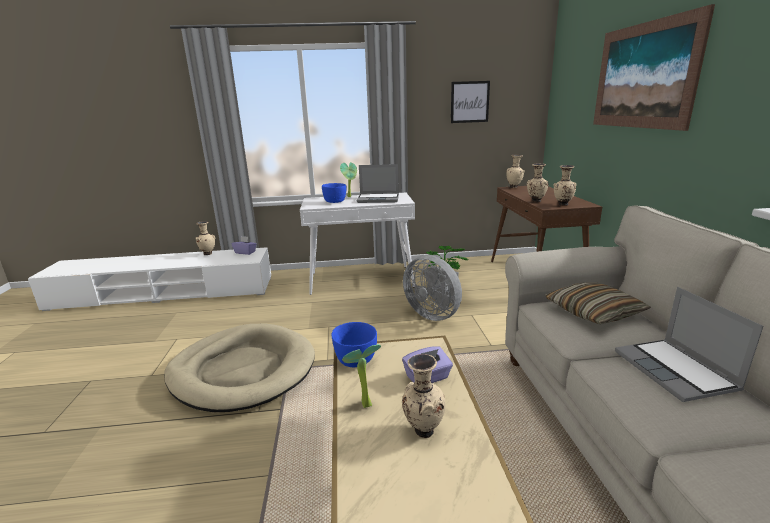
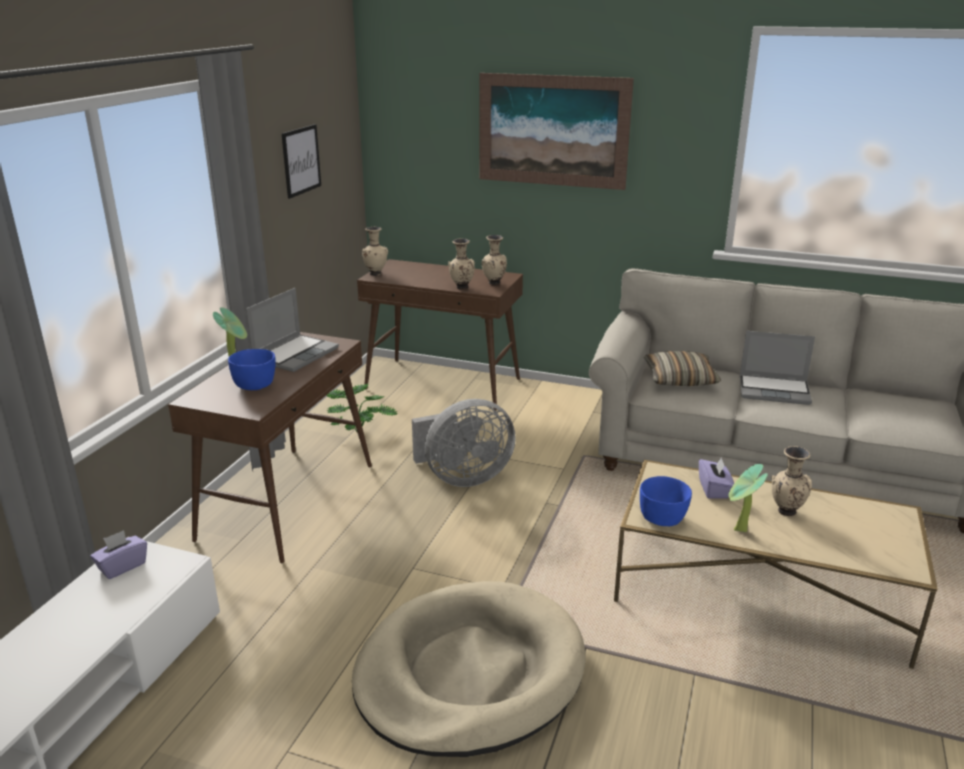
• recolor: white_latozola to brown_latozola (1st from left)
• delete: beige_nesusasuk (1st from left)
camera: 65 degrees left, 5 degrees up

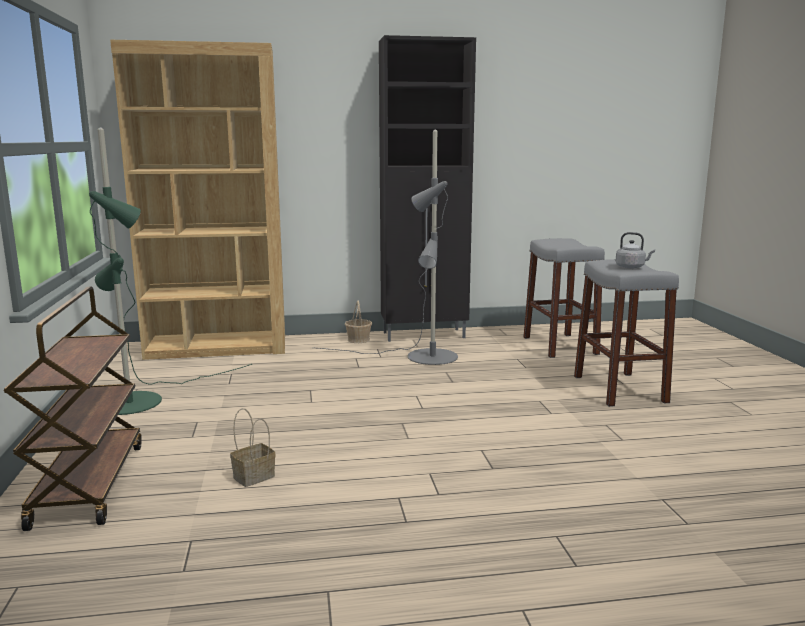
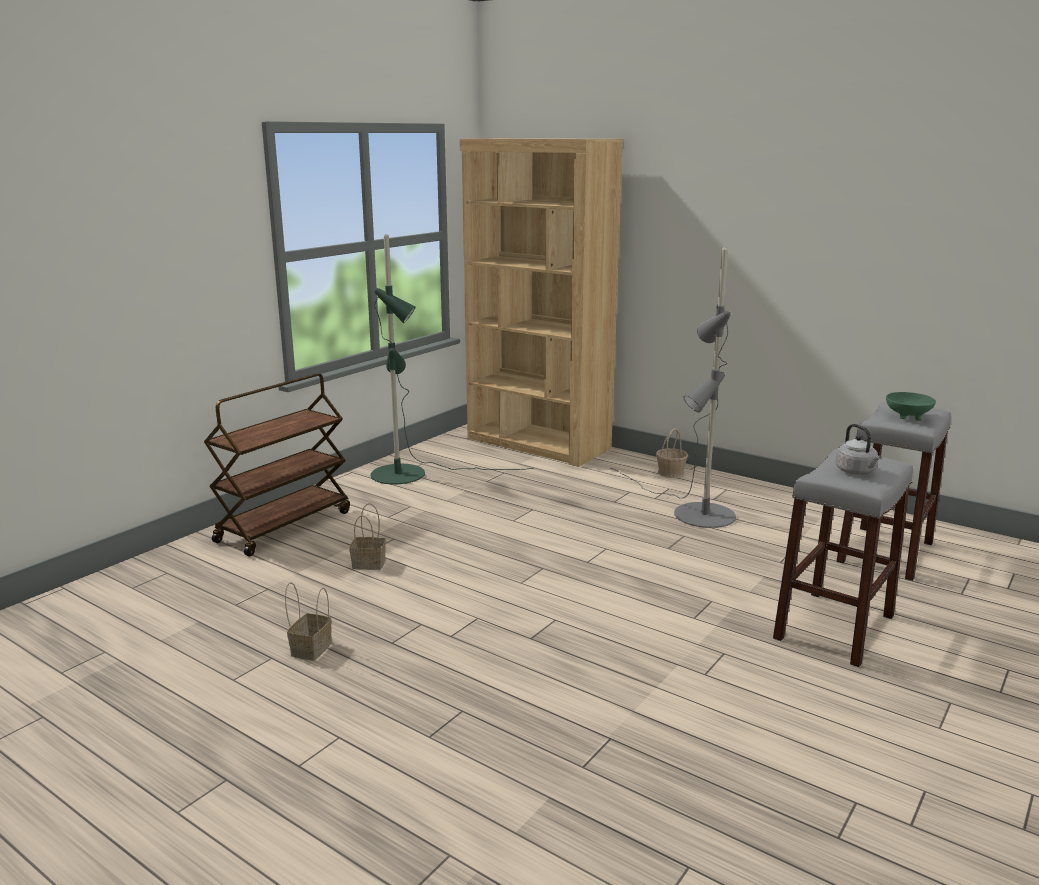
• delete: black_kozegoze
• insert: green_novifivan
• insert: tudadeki (1st from left)
camera: 45 degrees right, 5 degrees up

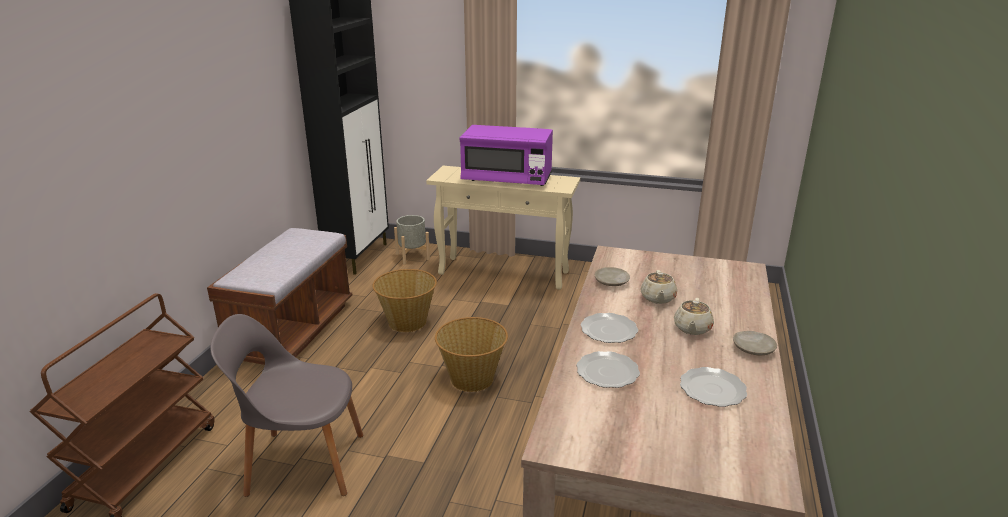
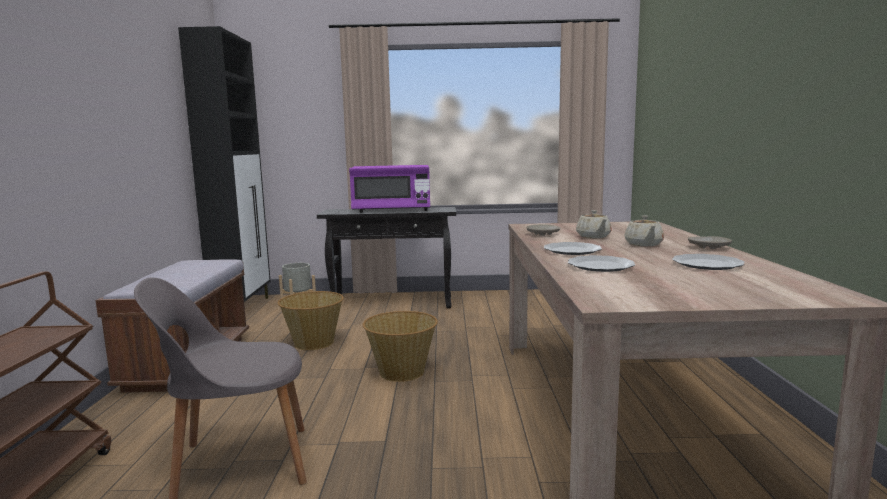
• recolor: beige_latozola to black_latozola
camera: 15 degrees left, 15 degrees down

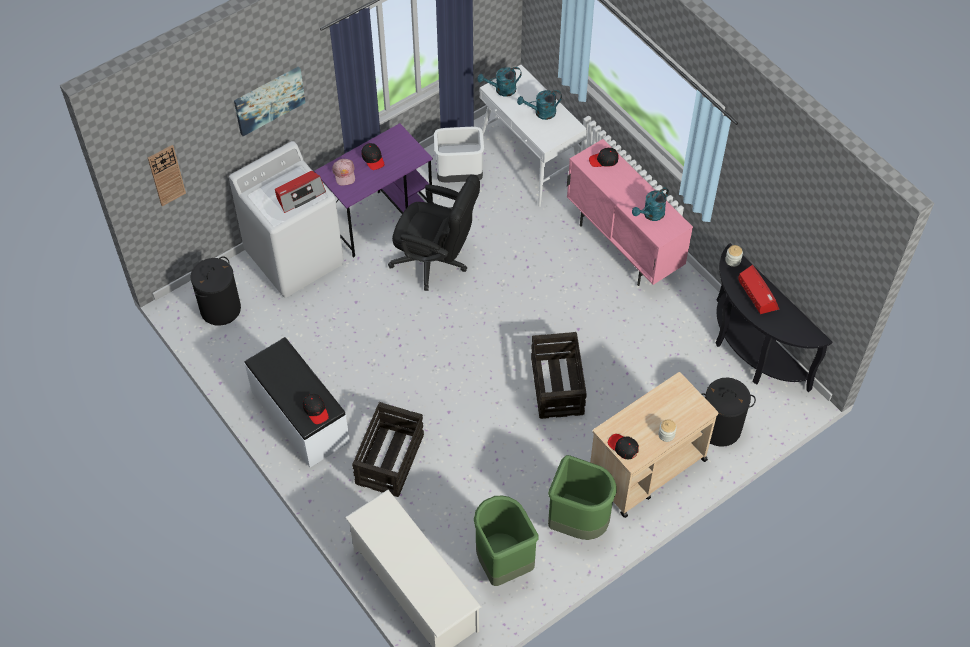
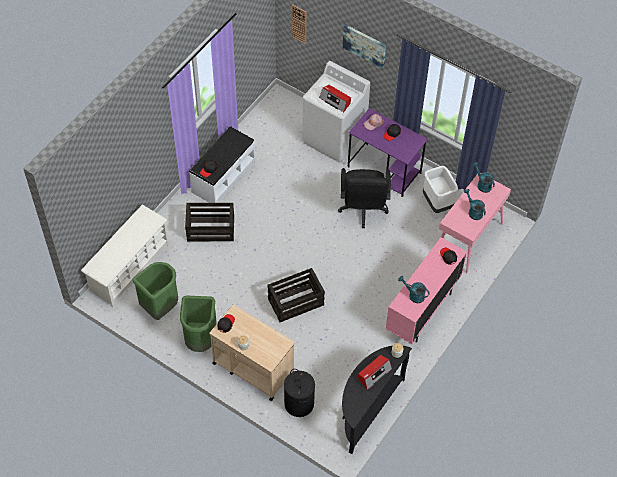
• recolor: white_latozola to pink_latozola
• delete: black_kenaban (1st from left)
camera: 70 degrees right, 0 degrees up

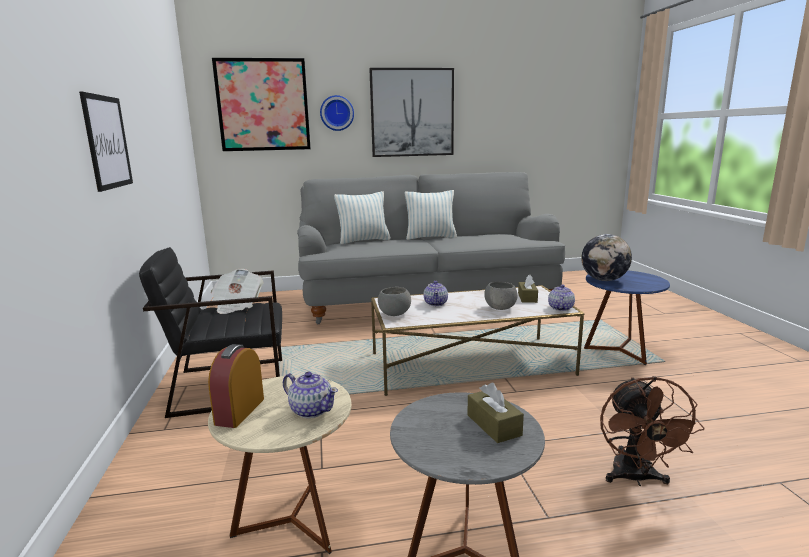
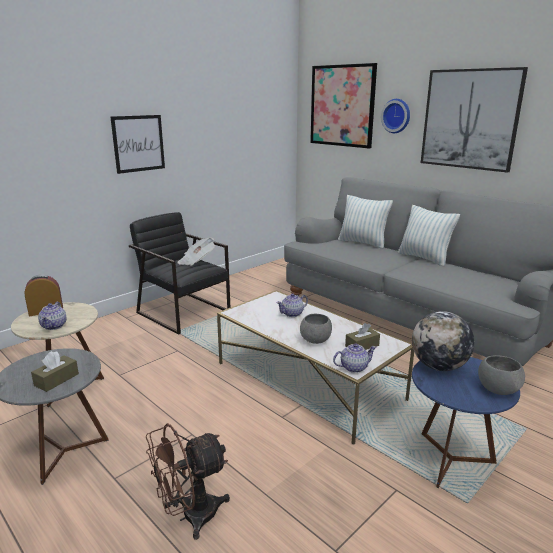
• move: grey_novifivan (1st from left in the first image) to grey_novifivan (2nd from left)
camera: 55 degrees right, 5 degrees up

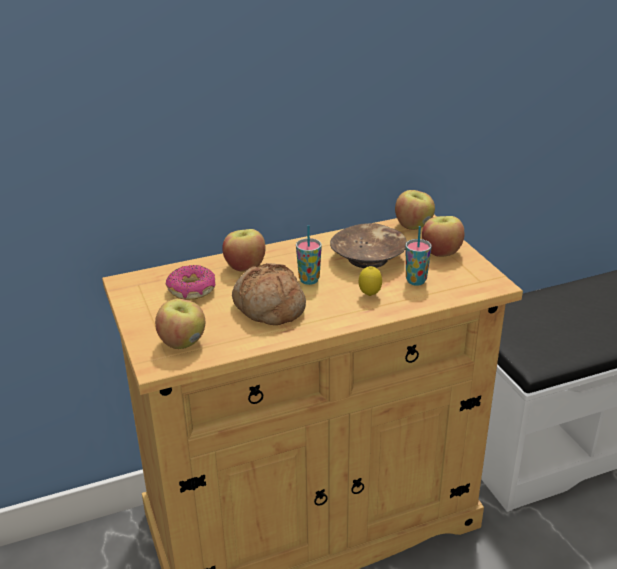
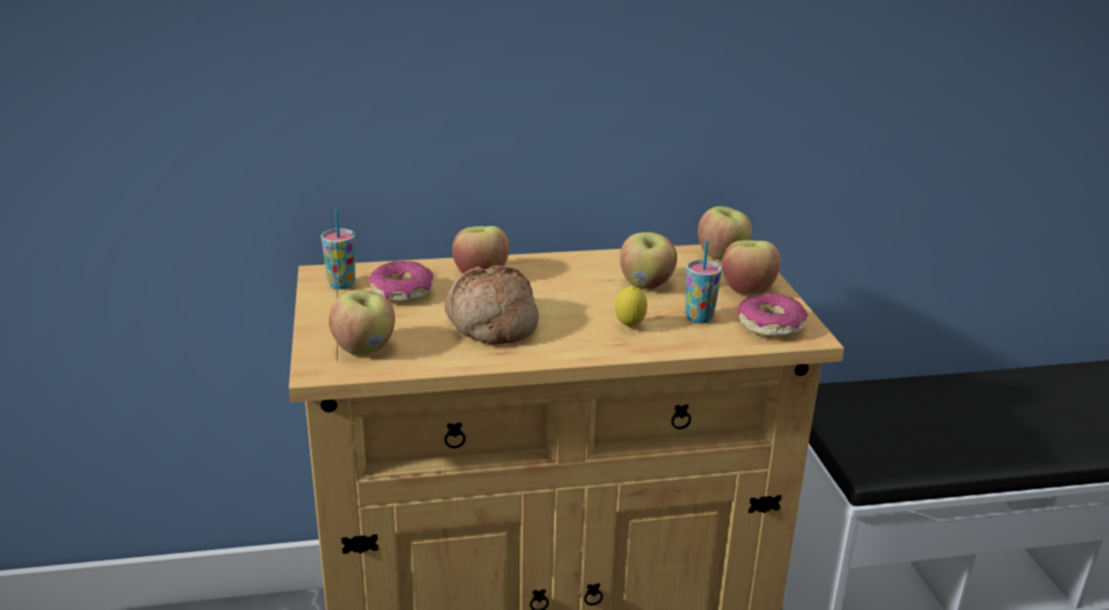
• replace: brown_novifivan to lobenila (3rd from left)
• move: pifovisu (1st from left)
• insert: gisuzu (2nd from left)
camera: 10 degrees right, 5 degrees down

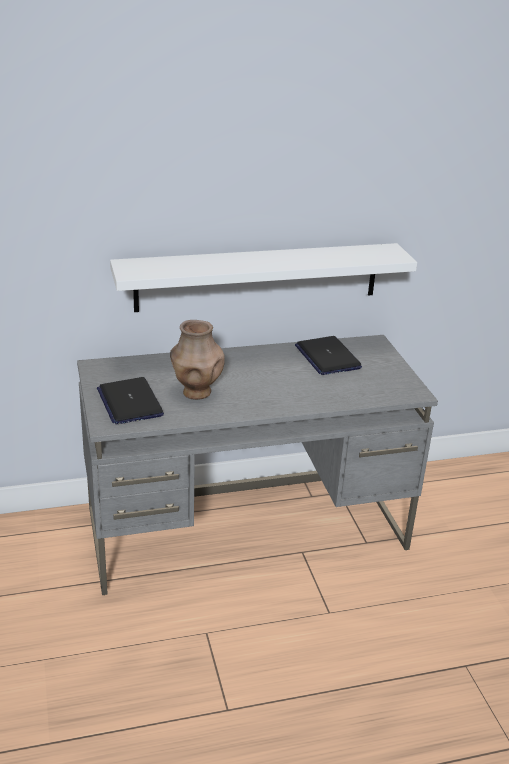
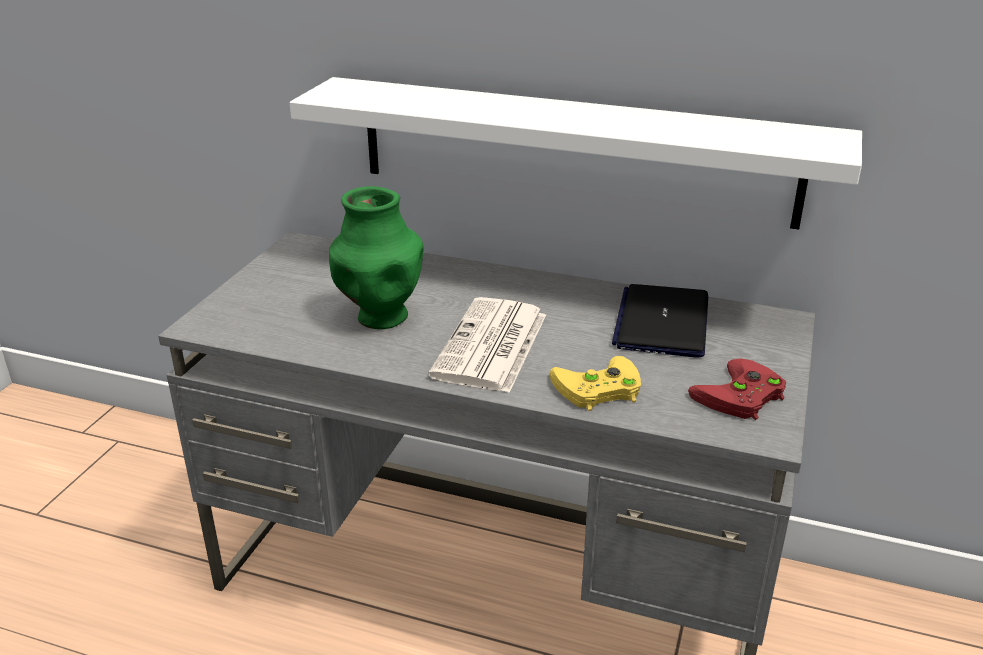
• recolor: brown_nesusasuk to green_nesusasuk
• delete: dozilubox (1st from left)
• insert: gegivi
• insert: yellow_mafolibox
• insert: red_mafolibox
camera: 35 degrees right, 0 degrees up

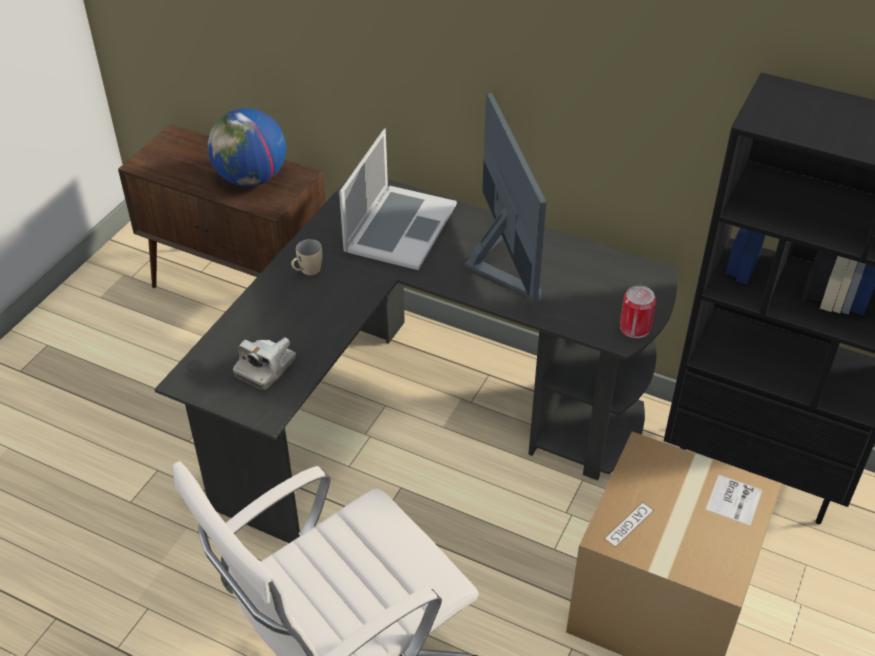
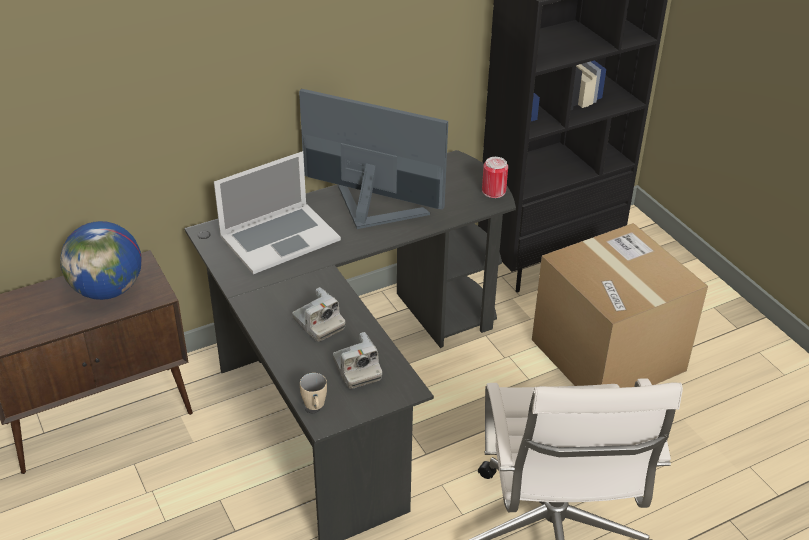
• rotate: dozilubox 90 degrees clockwise
• move: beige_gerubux
• insert: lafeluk (1st from left)
camera: 55 degrees left, 5 degrees down

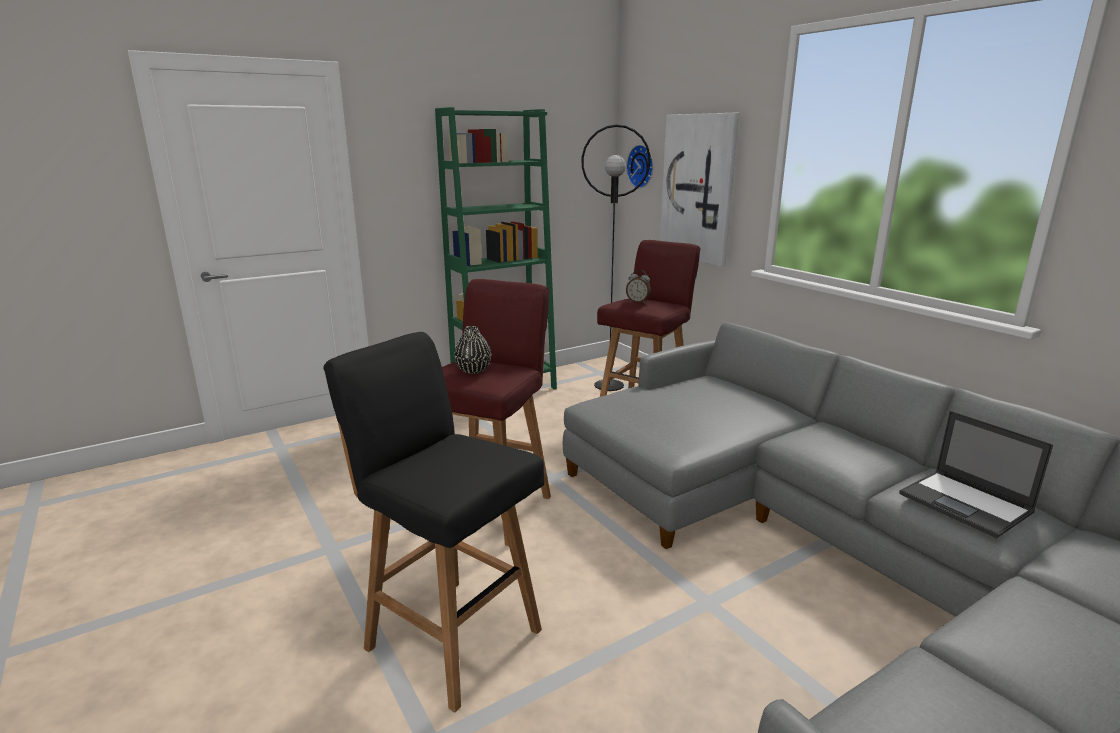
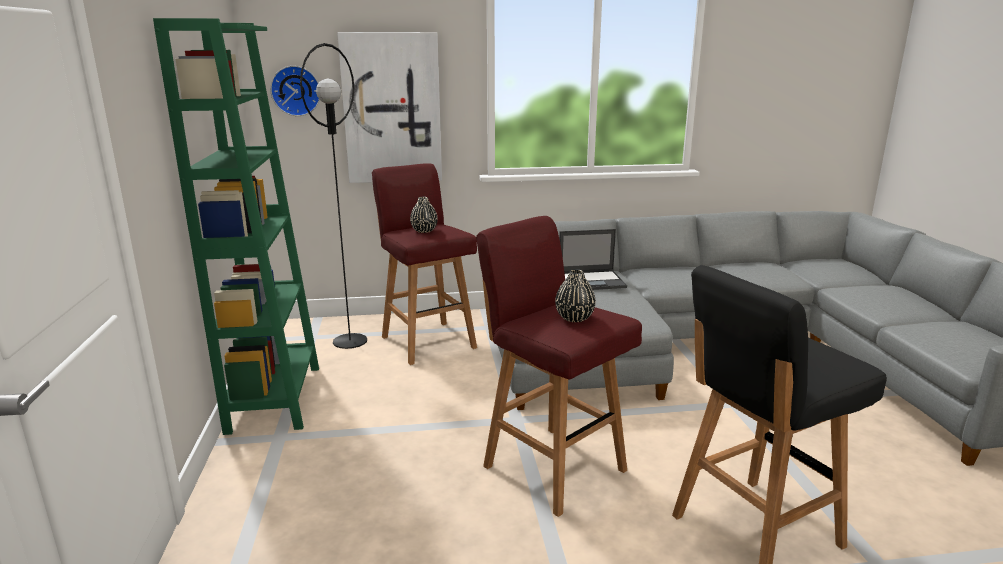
• replace: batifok to black_nesusasuk (1st from left)
• move: dozilubox
camera: 65 degrees left, 0 degrees up

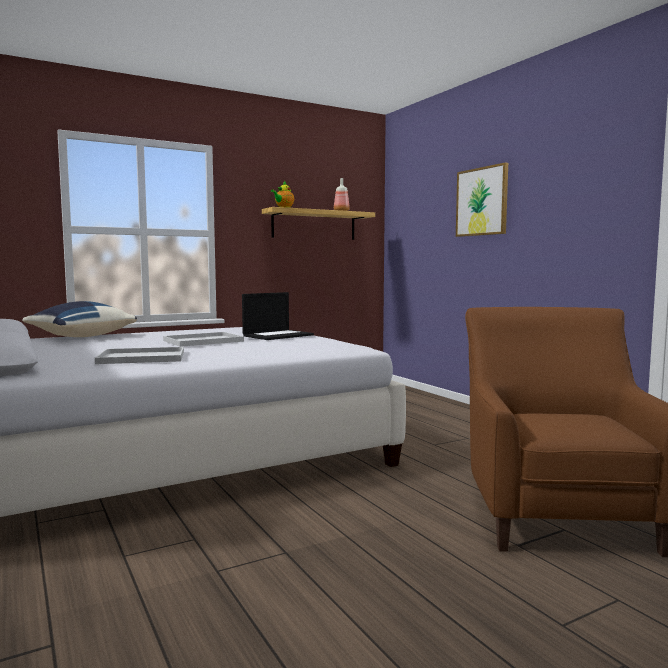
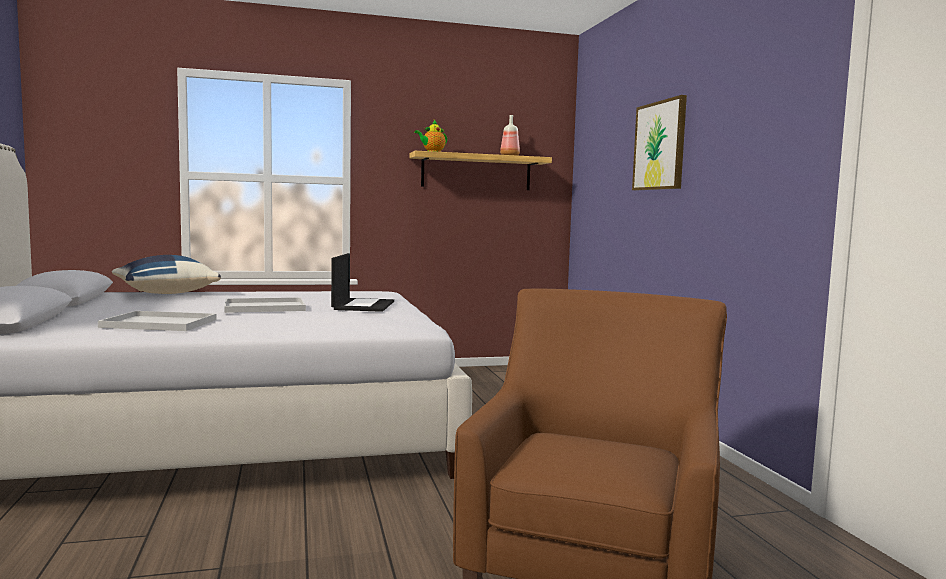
• rotate: dozilubox 60 degrees counterclockwise
camera: 15 degrees right, 0 degrees up

